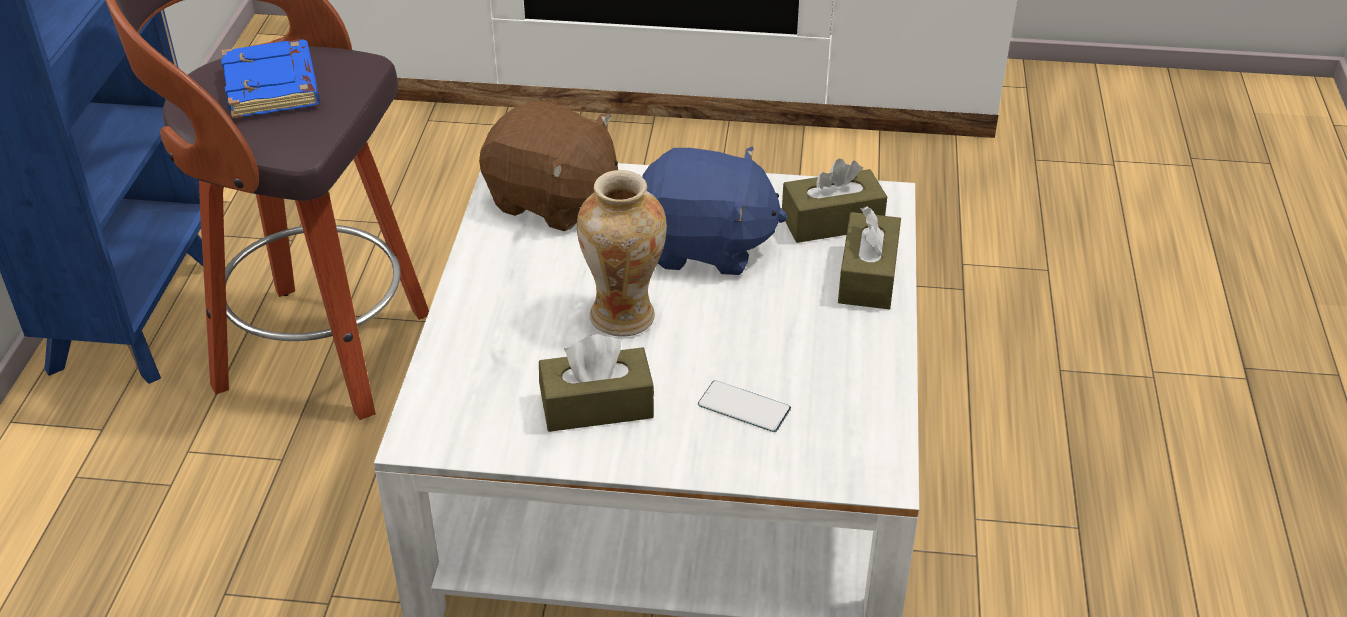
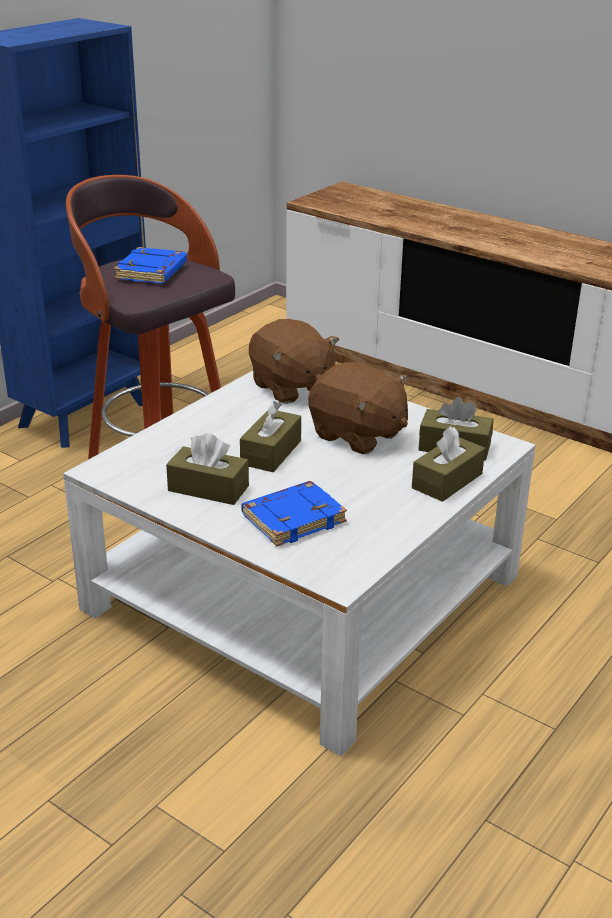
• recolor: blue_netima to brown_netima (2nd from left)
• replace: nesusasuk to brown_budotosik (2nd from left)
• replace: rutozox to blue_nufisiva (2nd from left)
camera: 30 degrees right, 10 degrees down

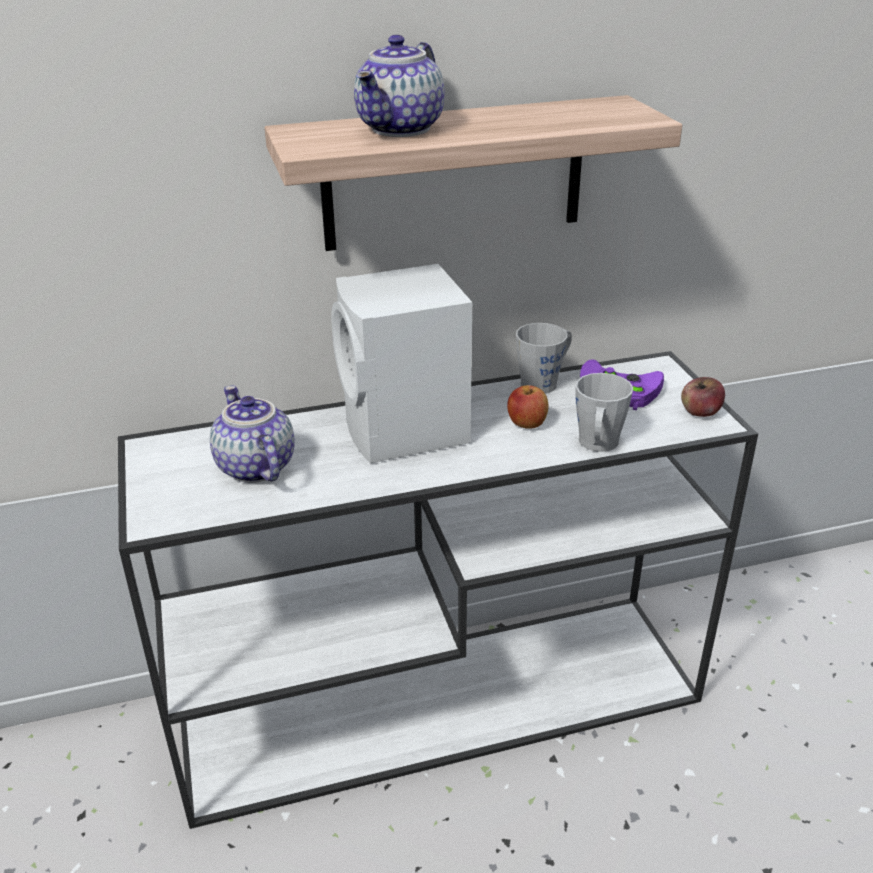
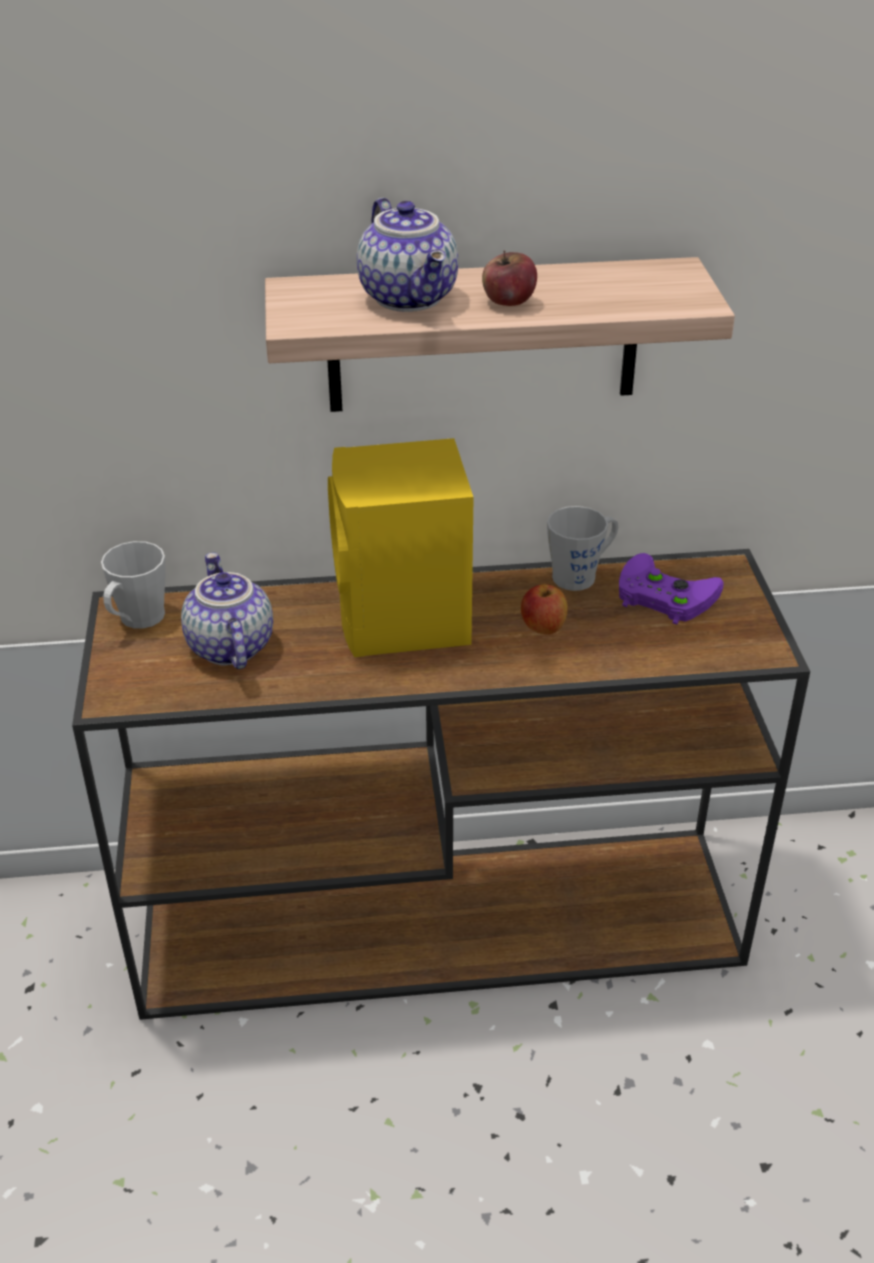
• rotate: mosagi (2nd from left) 60 degrees counterclockwise
• recolor: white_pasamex to yellow_pasamex
• recolor: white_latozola to brown_latozola
• move: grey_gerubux (2nd from left in the first image) to grey_gerubux (1st from left)
• move: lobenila (2nd from left in the first image) to lobenila (1st from left)
camera: 10 degrees right, 5 degrees up

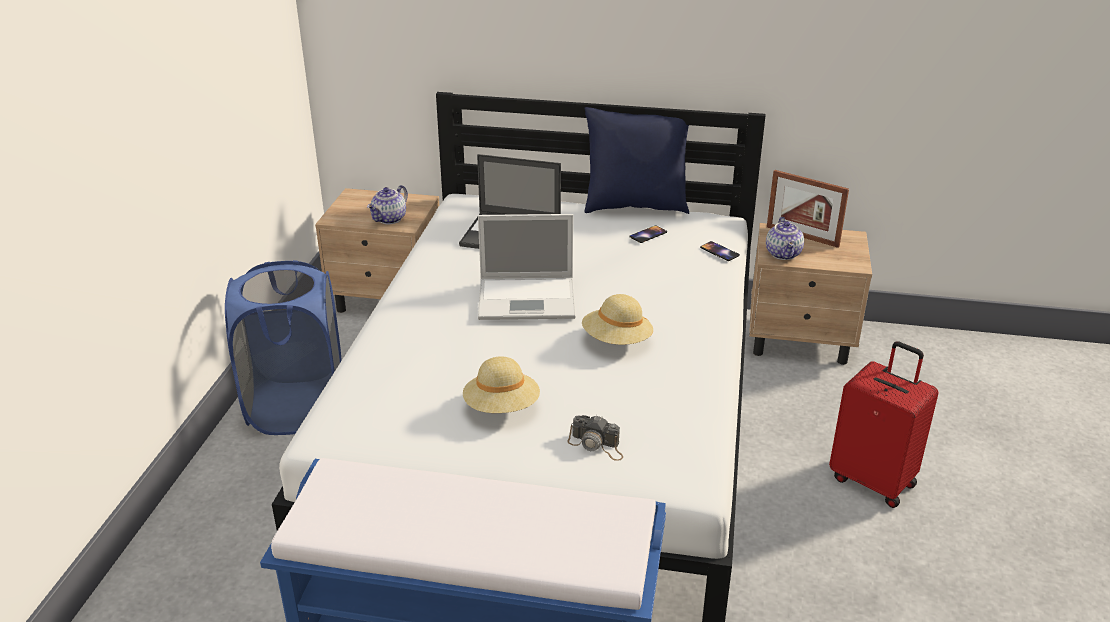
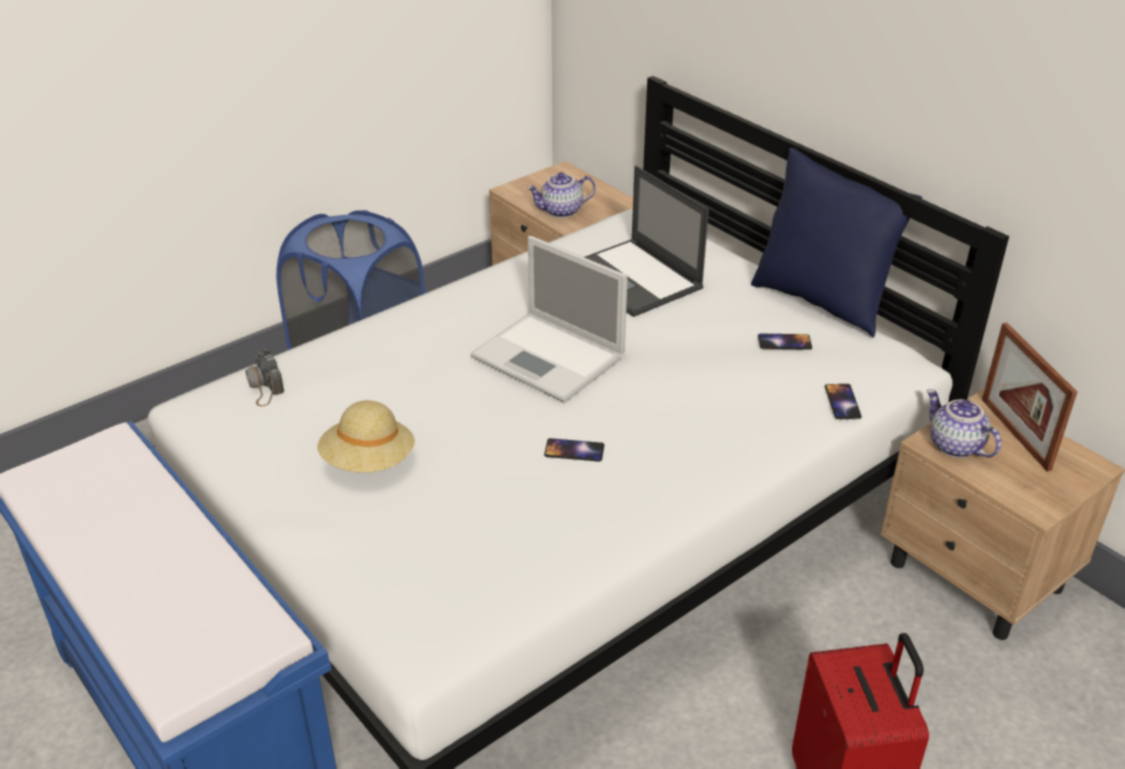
• rotate: mosagi (2nd from left) 105 degrees clockwise
• replace: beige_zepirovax (2nd from left) to rutozox (1st from left)
• move: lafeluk
camera: 40 degrees right, 5 degrees up

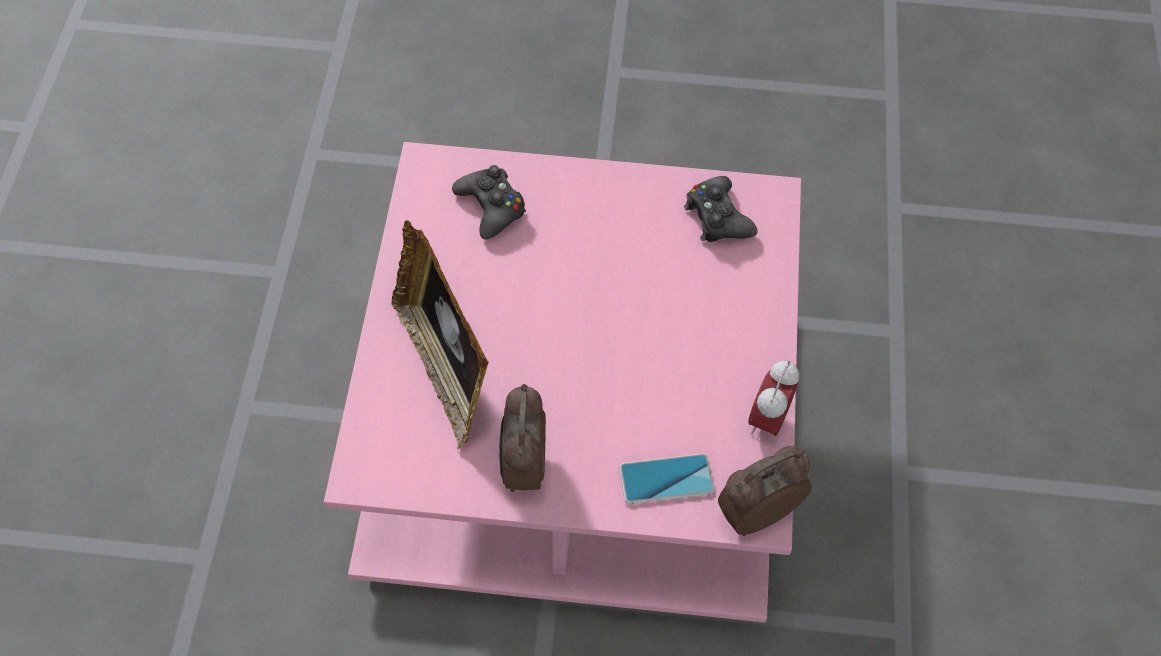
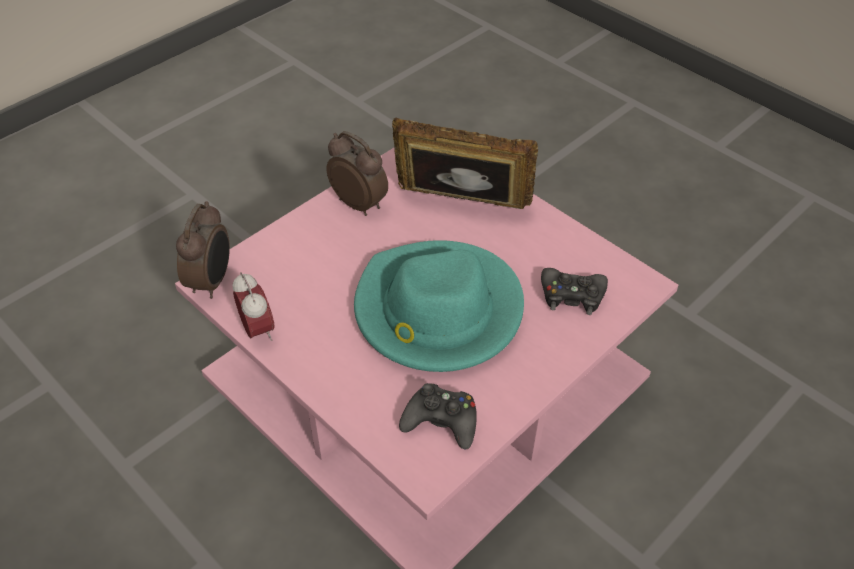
• delete: rutozox
• insert: turquoise_zepirovax
camera: 130 degrees right, 10 degrees down

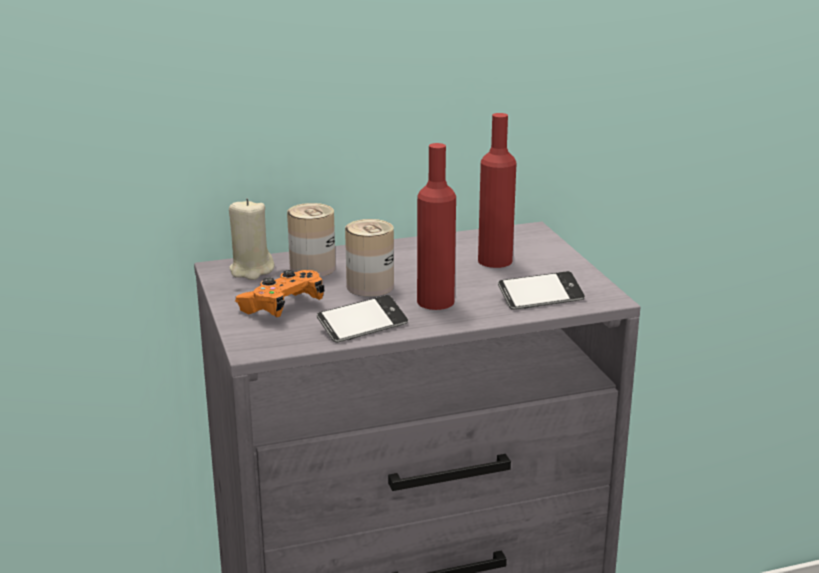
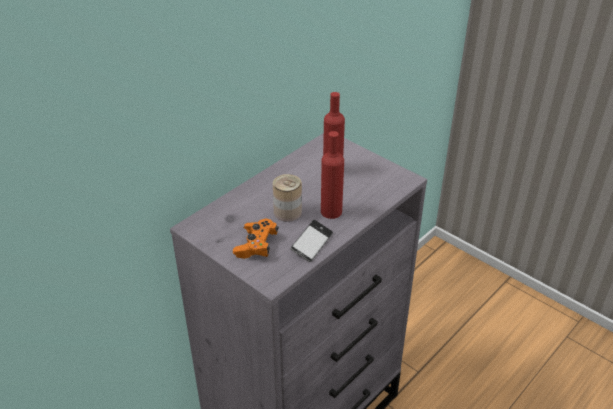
• delete: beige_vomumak
• delete: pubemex (1st from left)
• delete: rutozox (2nd from left)
camera: 30 degrees left, 15 degrees up

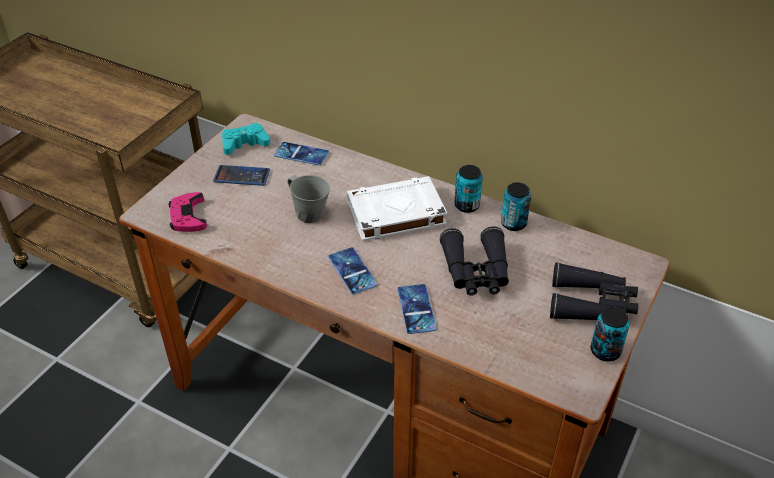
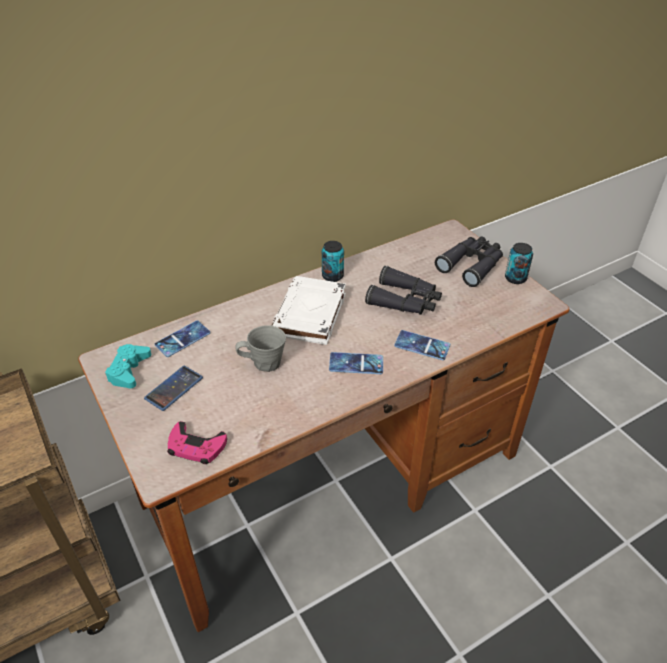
• delete: pubemex (2nd from left)
camera: 60 degrees left, 0 degrees up

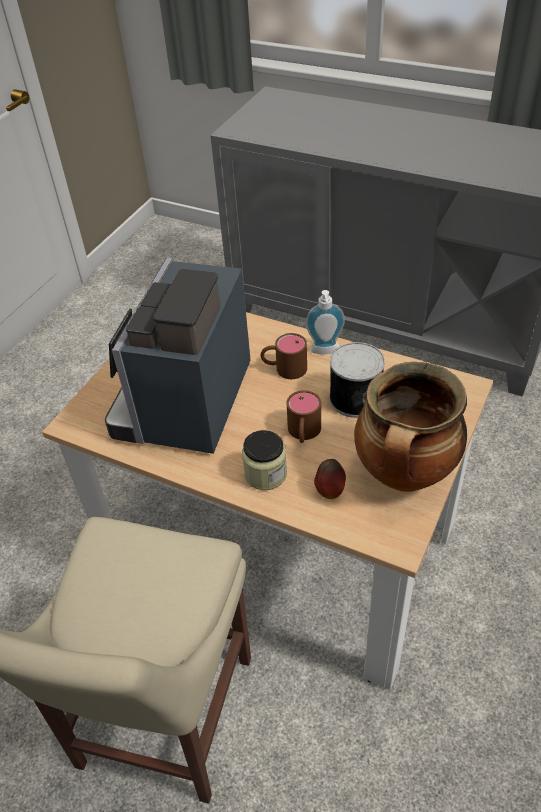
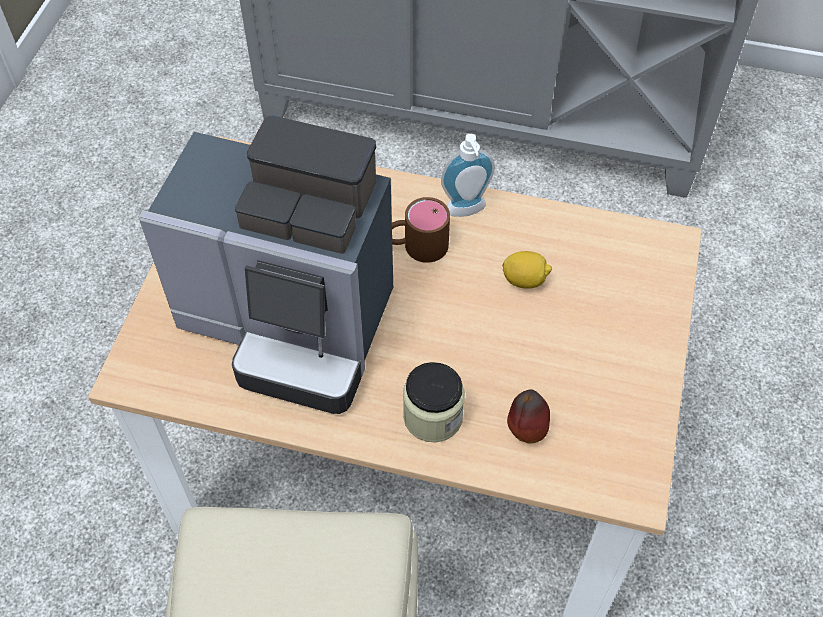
• rotate: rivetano 75 degrees counterclockwise
• replace: pubemex to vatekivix
• delete: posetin
• delete: brown_gerubux (2nd from left)
camera: 15 degrees left, 10 degrees up

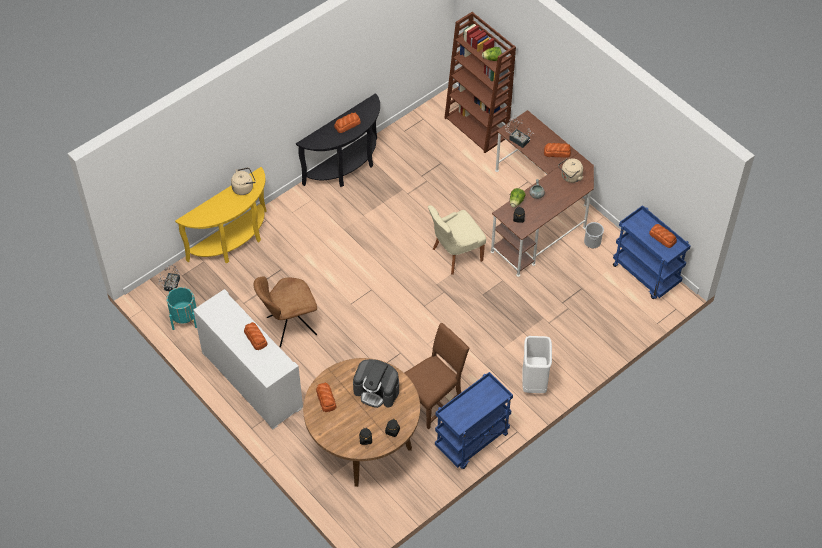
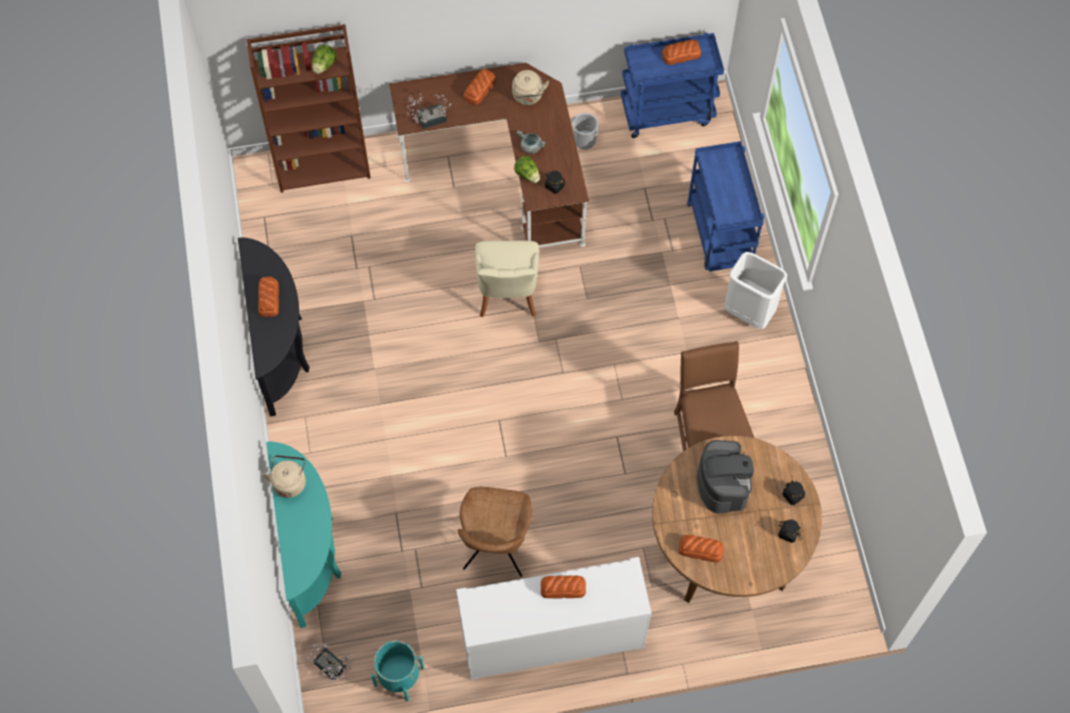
• recolor: yellow_latozola to turquoise_latozola
• rotate: rivetano 60 degrees counterclockwise
• move: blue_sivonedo (1st from left in the first image) to blue_sivonedo (2nd from left)
camera: 60 degrees left, 10 degrees up

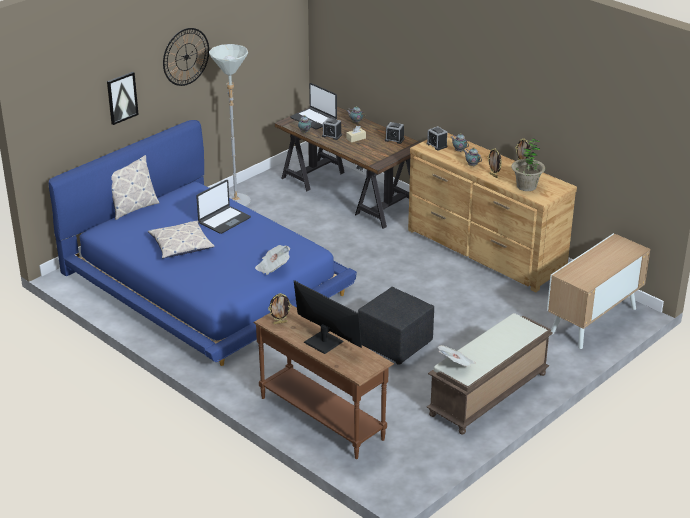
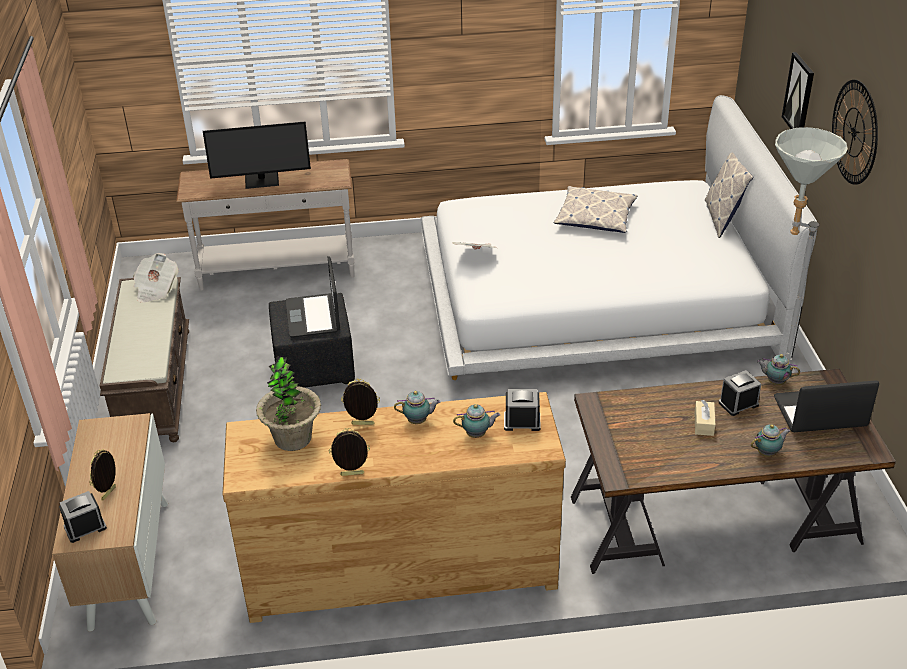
• recolor: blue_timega to white_timega
• move: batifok (2nd from left in the first image) to batifok (1st from left)
• move: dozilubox (1st from left)
• move: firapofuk (1st from left)
• recolor: brown_latozola to white_latozola
camera: 130 degrees right, 5 degrees up

